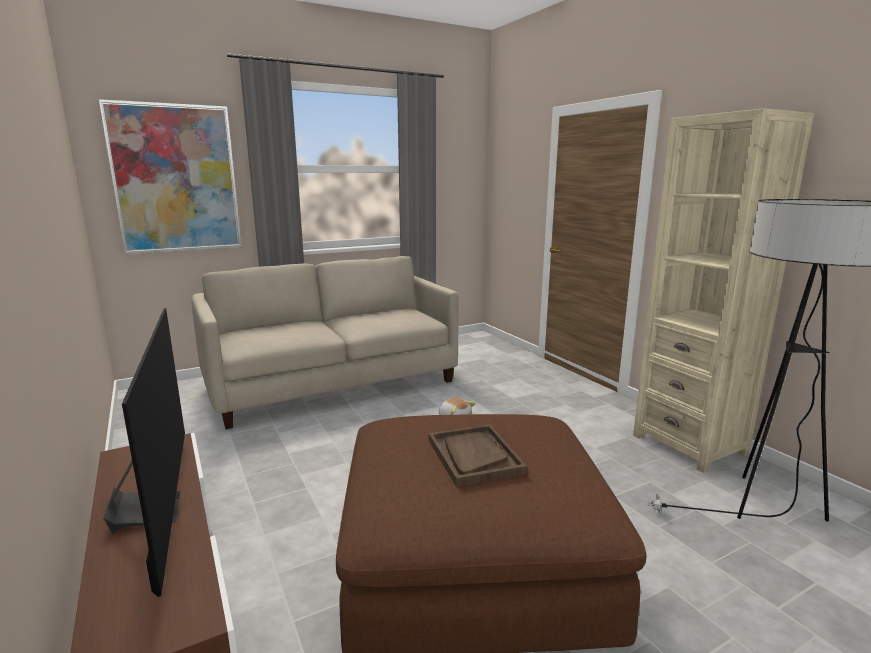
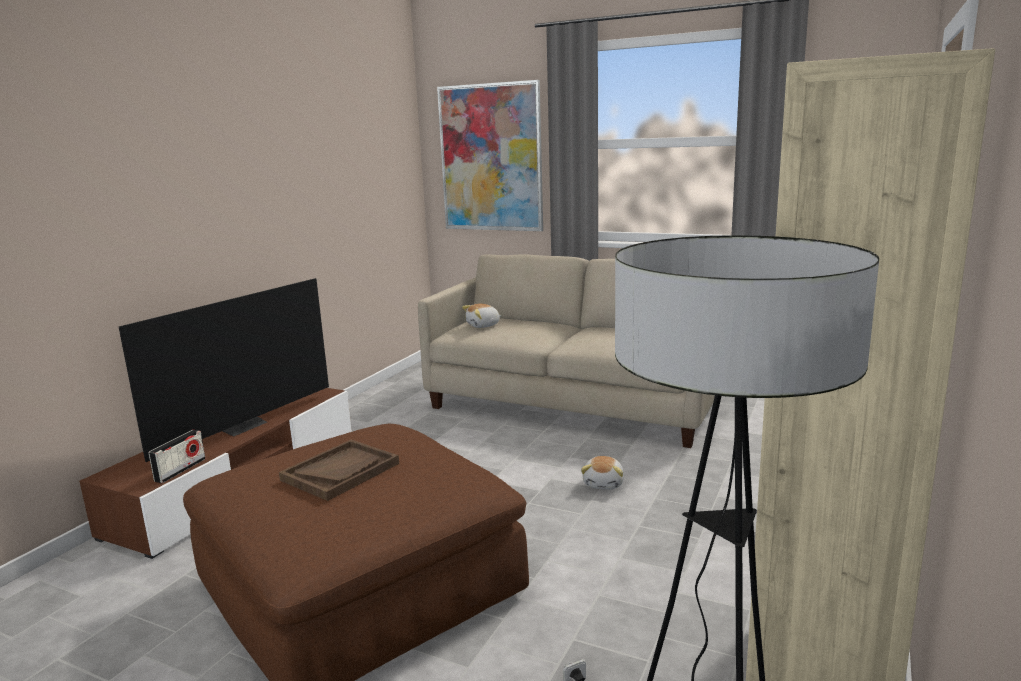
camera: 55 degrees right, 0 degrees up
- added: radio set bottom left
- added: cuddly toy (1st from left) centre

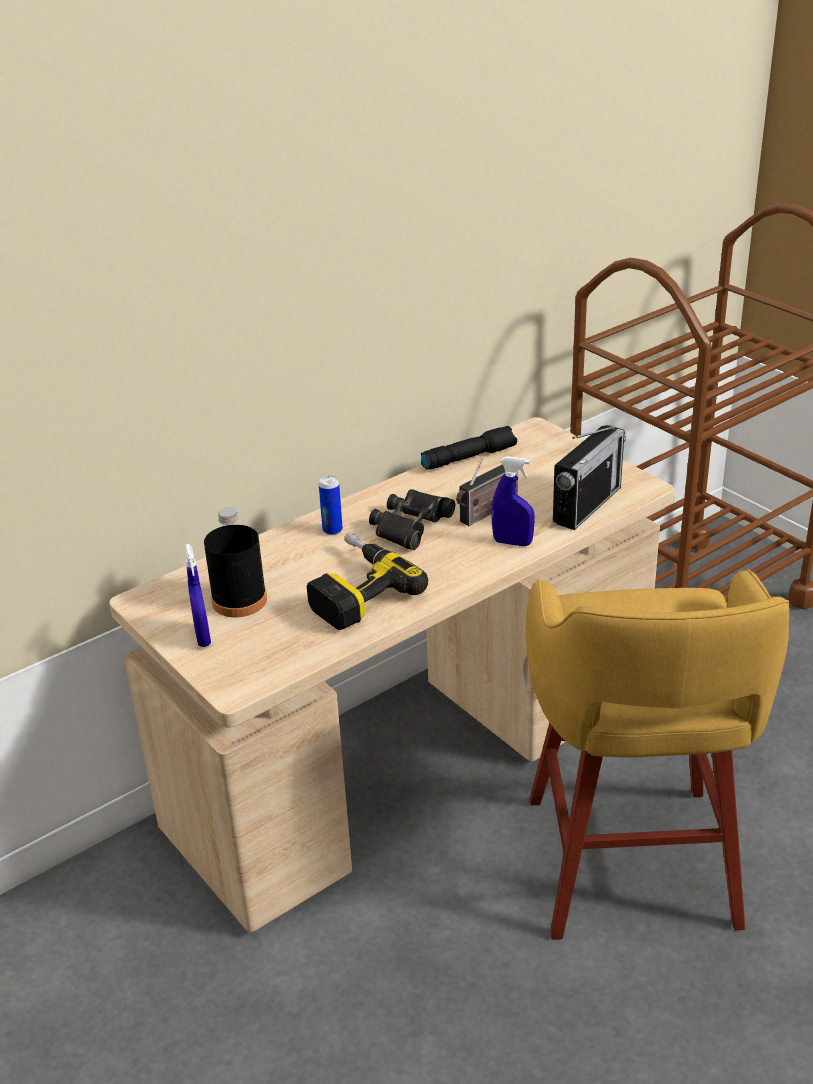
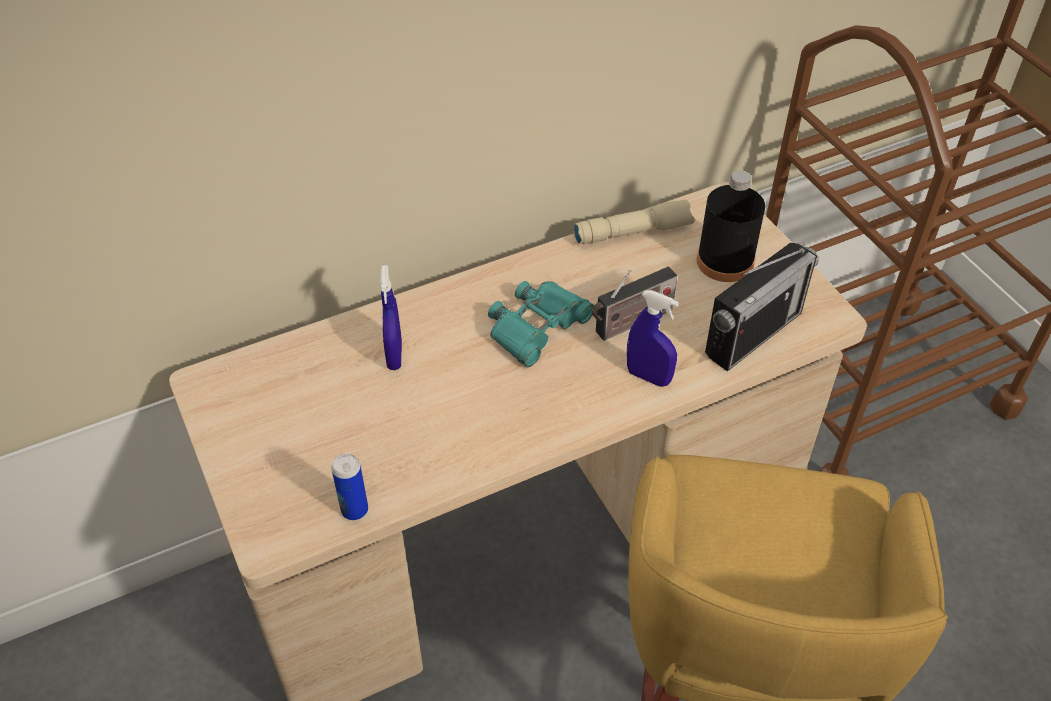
camera: 10 degrees right, 15 degrees up
- removed: electric drill centre
- moved: hand sprayer (blue) (1st from left) middle left to centre
- moved: beverage bottle (blackish) middle left to top right
- moved: sealed can centre to bottom left
- recoloured: binoculars (blackish) centre to binoculars (turquoise) centre
- recoloured: flashlight (blackish) centre to flashlight (sand-coloured) top centre

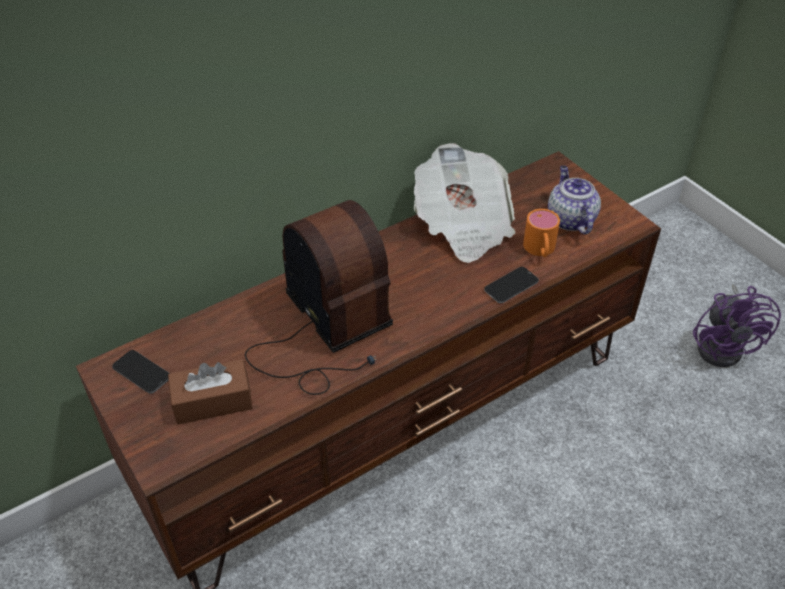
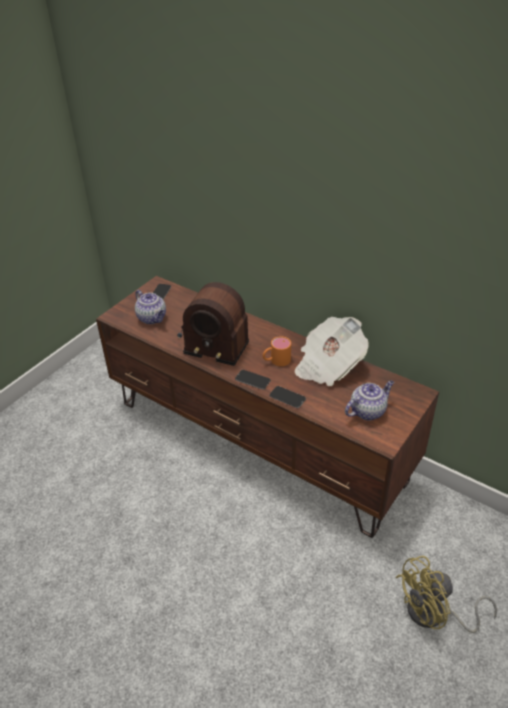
camera: 70 degrees right, 5 degrees down
- added: phone (2nd from left) centre
- moved: mug (orange) middle right to centre
- replaced: box of tissues (brownish) middle left to tea pot (1st from left) middle left
- recoloured: cooling fan (purplish) middle right to cooling fan (yellow) bottom right
- turned: radio set centre = centre 75 degrees clockwise

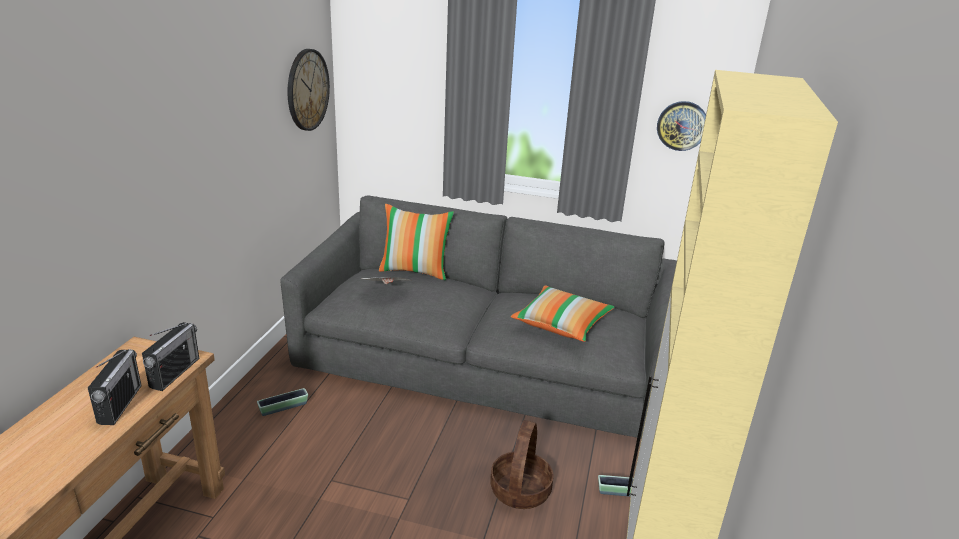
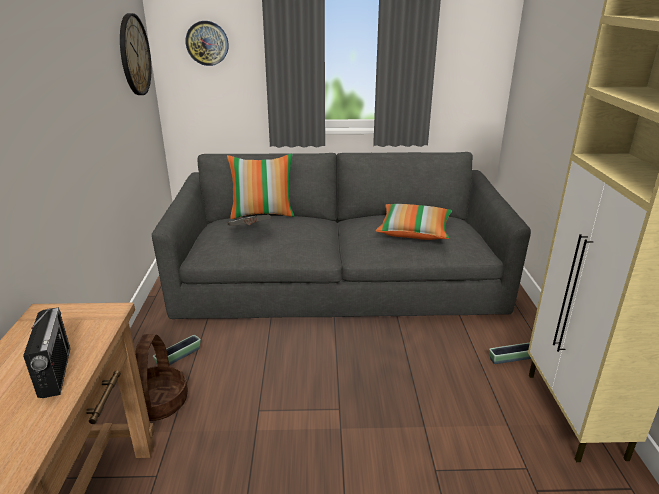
camera: 15 degrees left, 0 degrees up
- removed: radio set (2nd from left) middle left
- moved: storage basket bottom centre to bottom left
- moved: clock on the wall (2nd from left) top right to top left

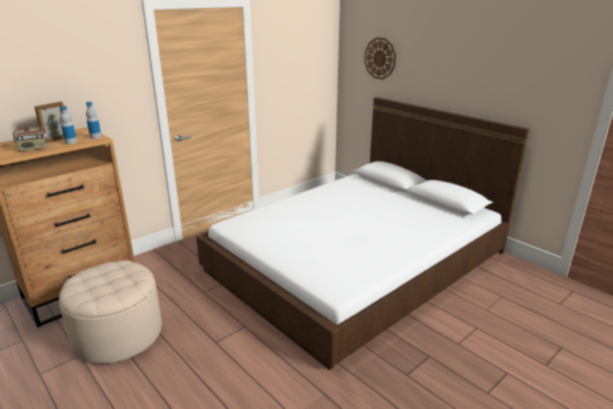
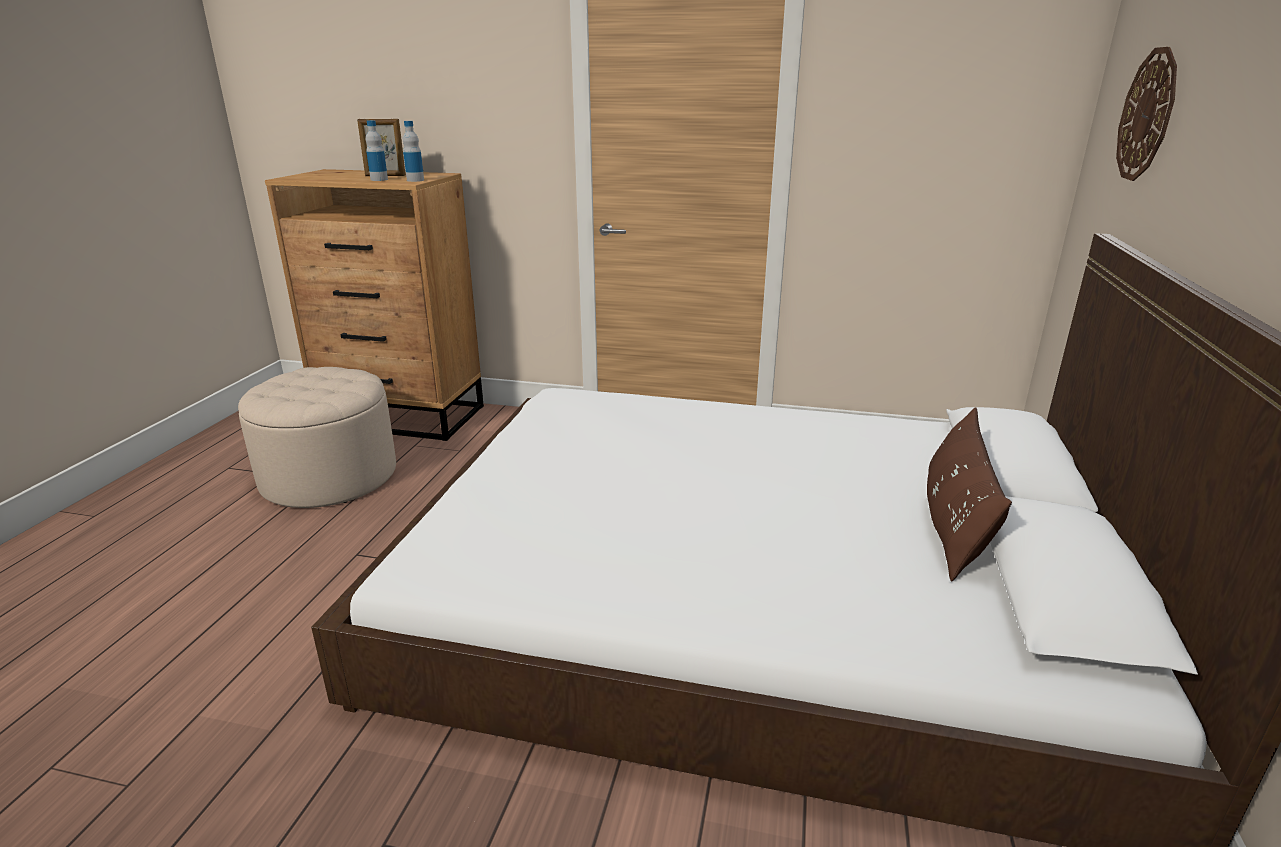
camera: 55 degrees right, 0 degrees up
- removed: radio set top left
- added: throw pillow (brownish) middle right

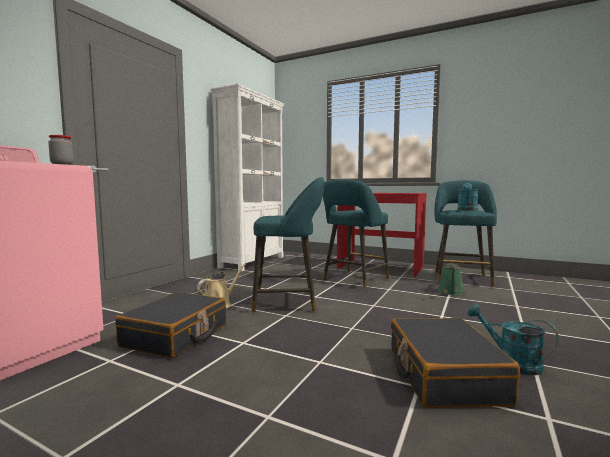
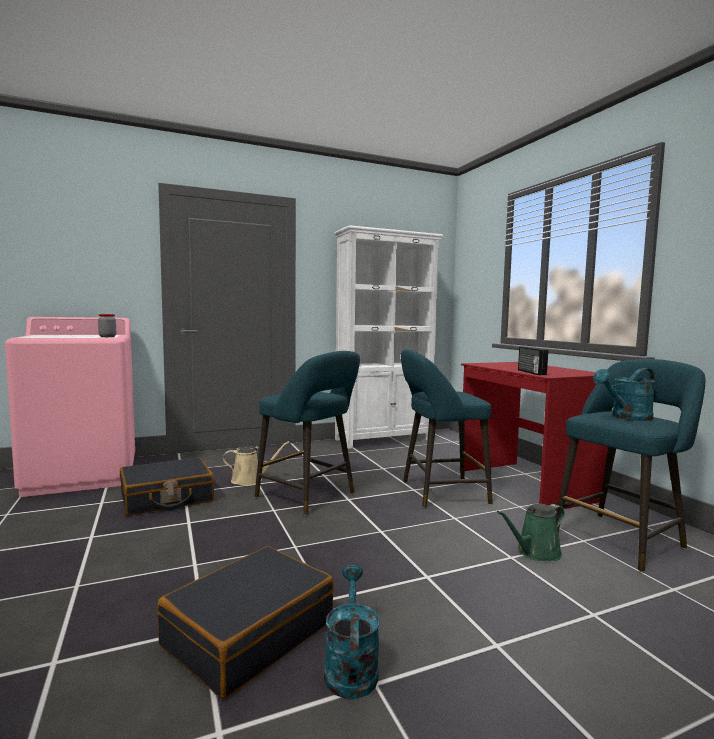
camera: 40 degrees right, 0 degrees up
- added: radio set middle right

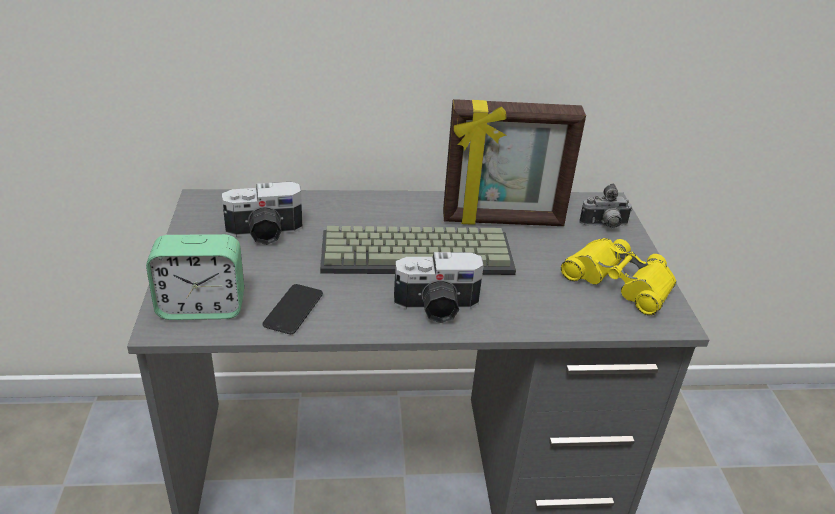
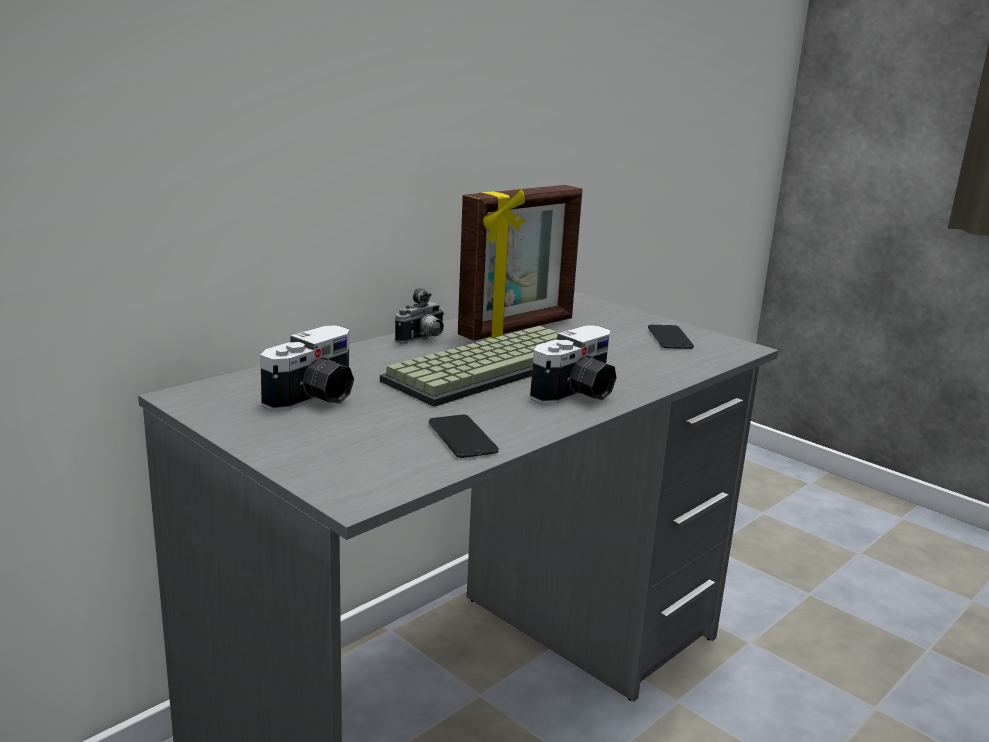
camera: 40 degrees left, 15 degrees down
- removed: table clock middle left
- moved: photo camera (3rd from left in the first image) middle right to photo camera (2nd from left) centre
- replaced: binoculars (yellow) middle right to phone (2nd from left) middle right

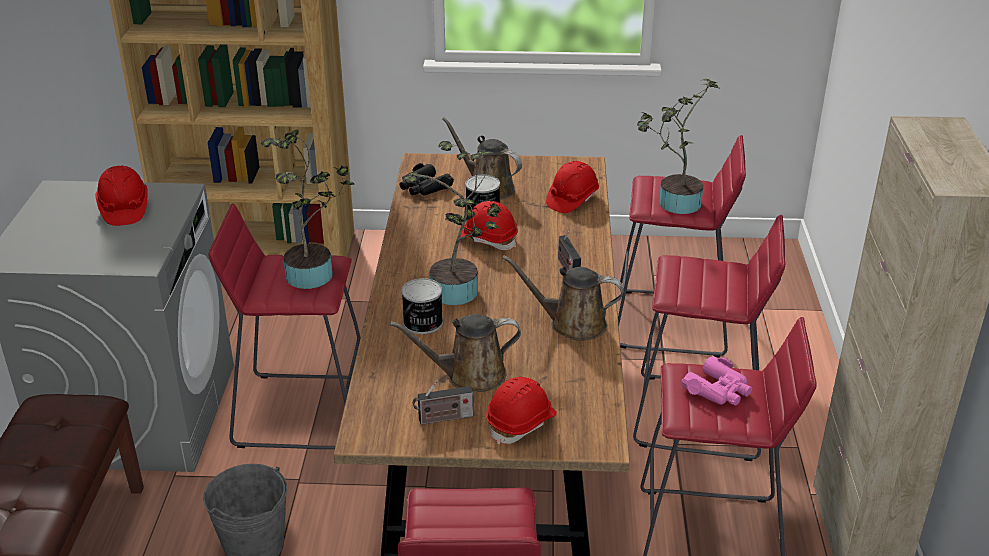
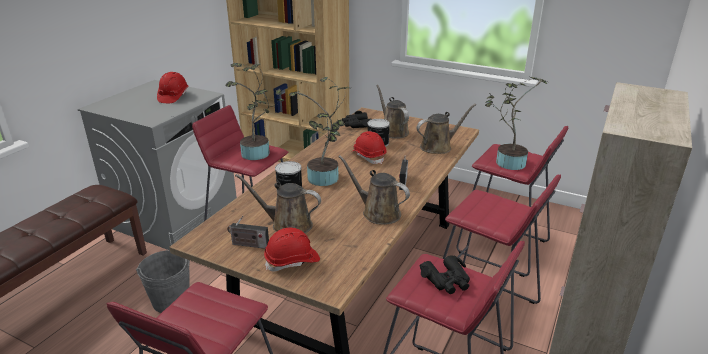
camera: 25 degrees right, 5 degrees down
- replaced: safety helmet (red-coloured) (4th from left) centre to sprinkling can (brownish) (4th from left) centre
- recoloured: binoculars (pinkish) bottom right to binoculars (blackish) (2nd from left) bottom centre

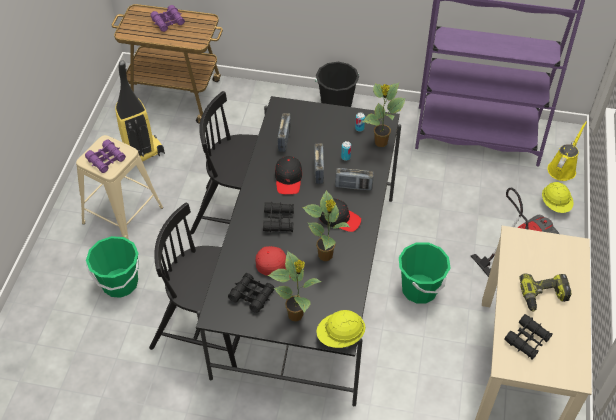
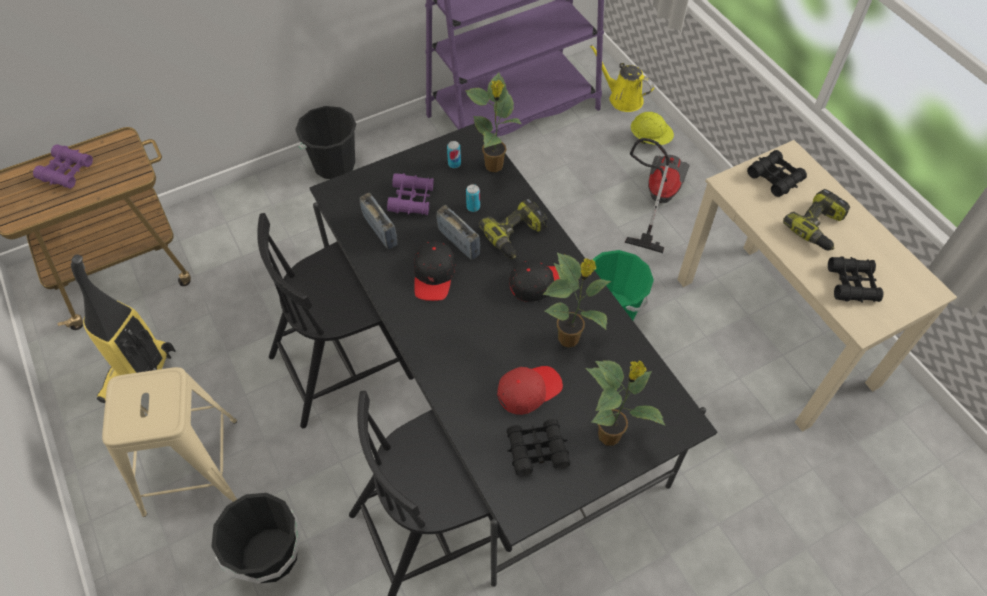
camera: 40 degrees left, 5 degrees up
- removed: safety helmet (yellow) (1st from left) bottom centre
- moved: binoculars (purplish) (1st from left in the first image) middle left to binoculars (purplish) (2nd from left) top centre
- moved: binoculars (blackish) (2nd from left) centre to top right
- replaced: radio set (3rd from left) centre to electric drill (1st from left) centre
- recoloured: water bucket (green-coloured) (1st from left) middle left to water bucket (blackish) (1st from left) bottom left
- turned: peaked cap (blackish) (1st from left) centre = centre 45 degrees clockwise
- turned: sprinkling can (yellow) middle right = top centre 45 degrees counterclockwise

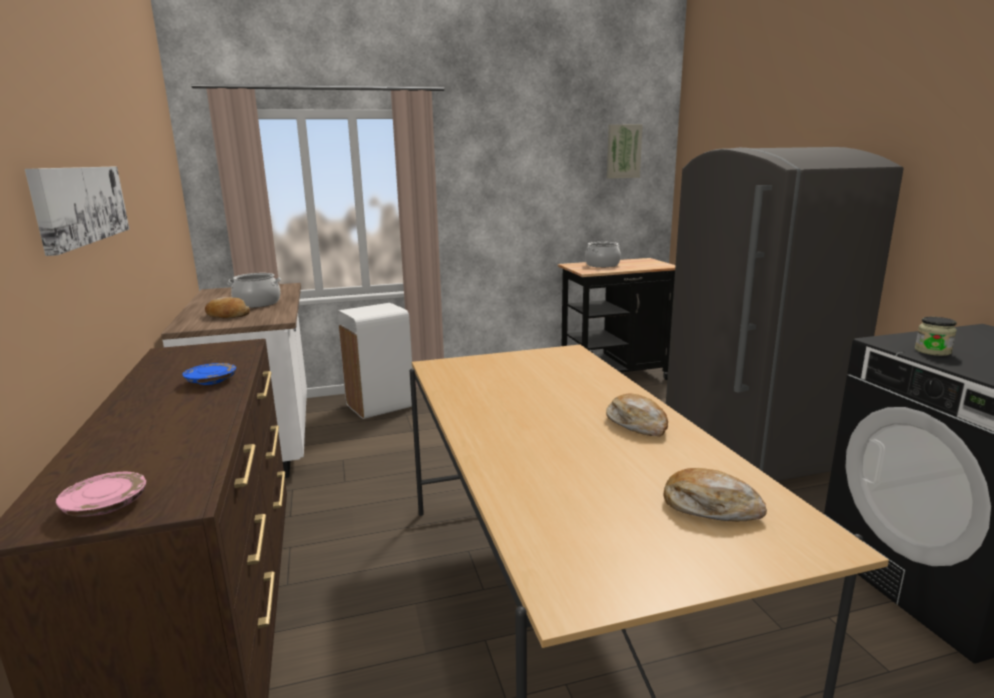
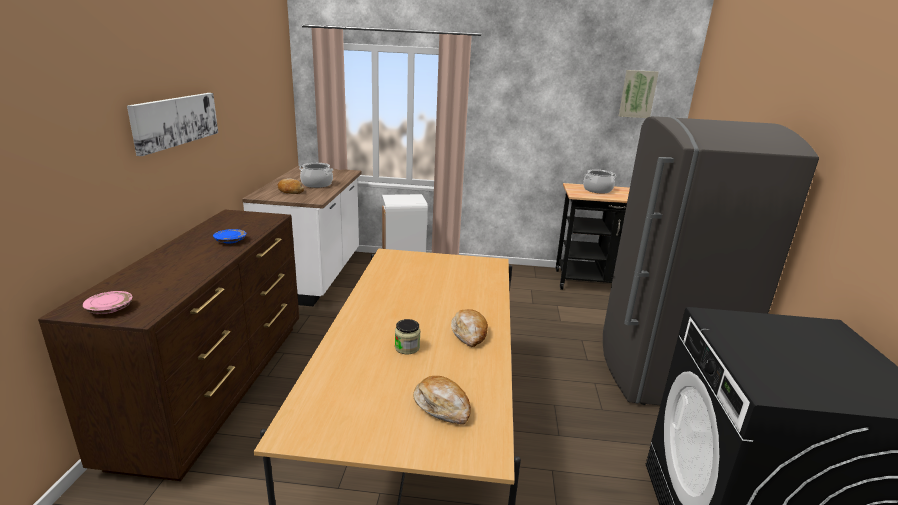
camera: 20 degrees right, 5 degrees up
- moved: preserve jar middle right to centre

